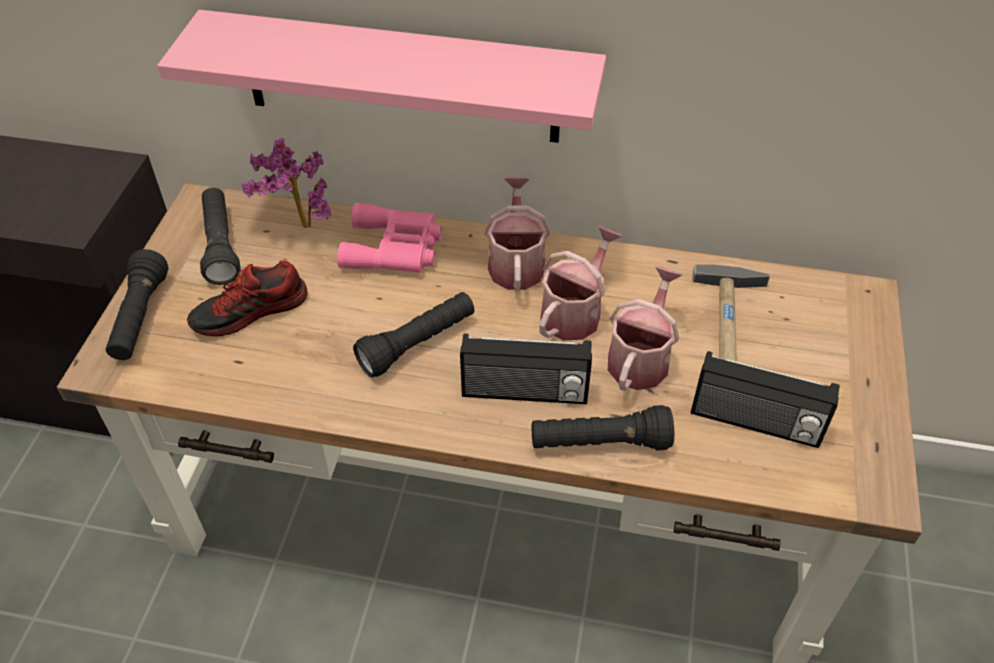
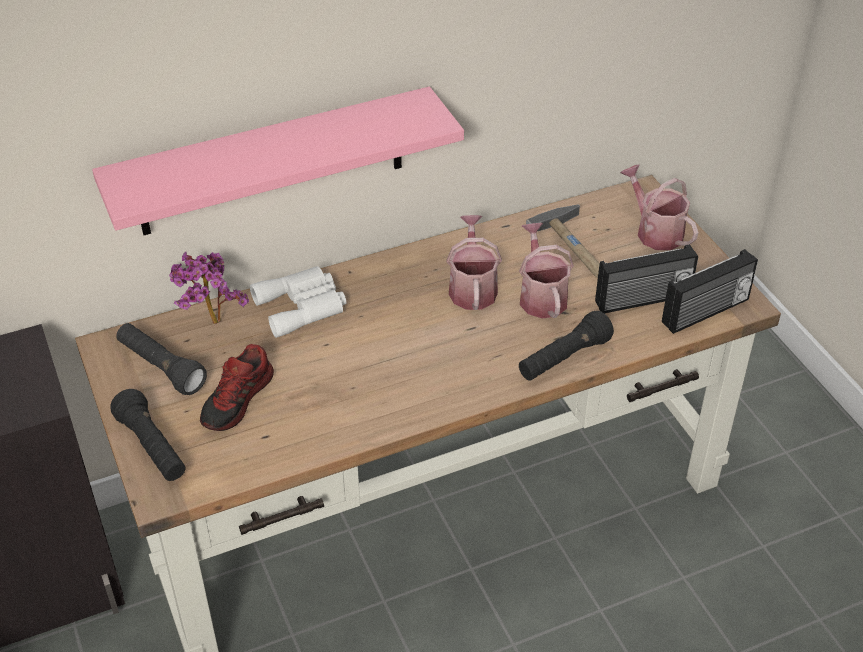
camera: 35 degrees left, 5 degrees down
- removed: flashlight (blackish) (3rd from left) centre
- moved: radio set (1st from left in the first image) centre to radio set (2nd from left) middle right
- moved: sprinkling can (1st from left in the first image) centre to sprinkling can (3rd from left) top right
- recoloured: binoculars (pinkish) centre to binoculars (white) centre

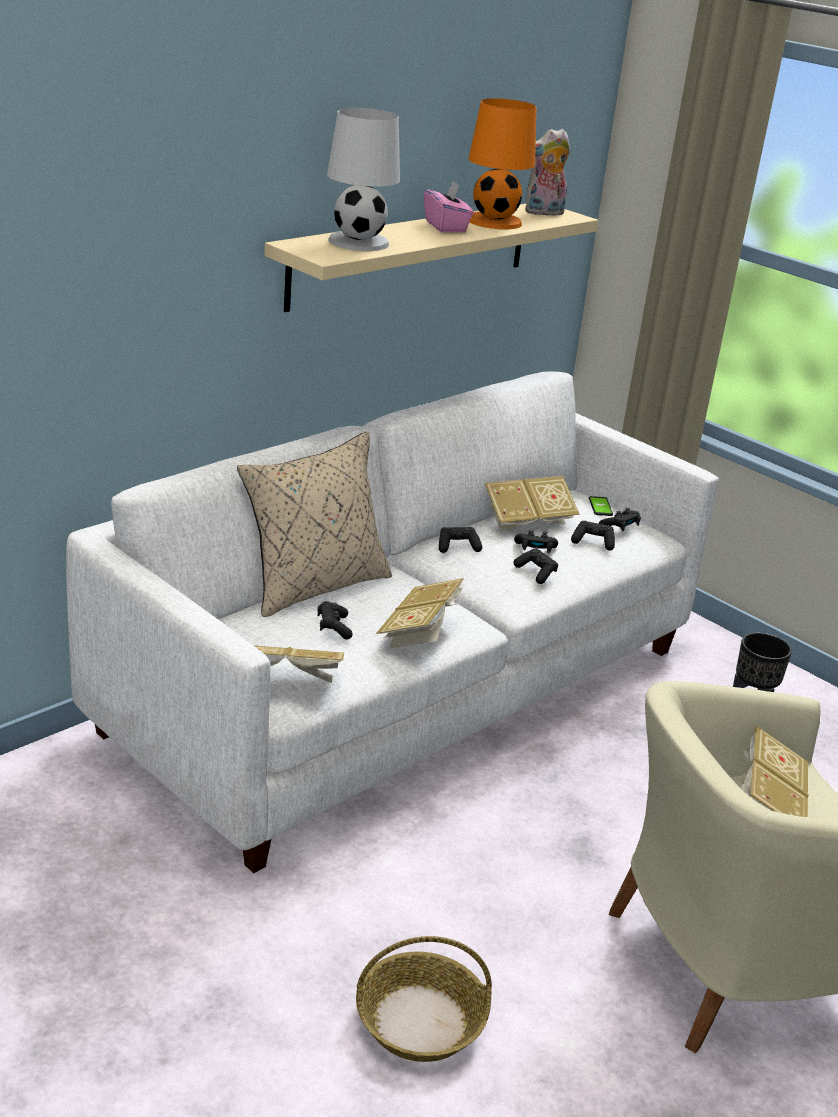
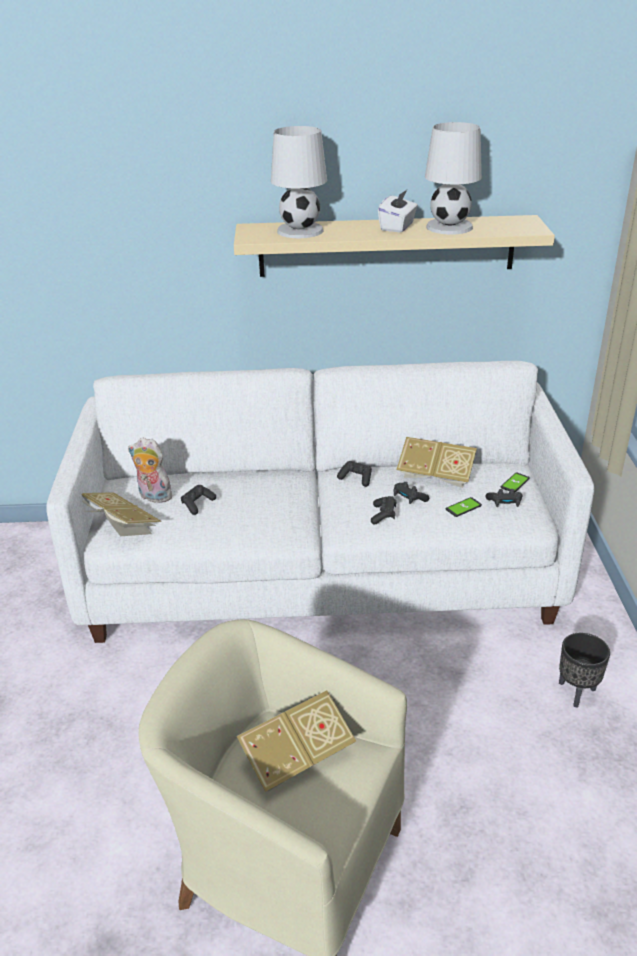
camera: 45 degrees right, 5 degrees up
- removed: throw pillow (sand-coloured) centre
- removed: storage basket bottom centre
- removed: bound book (2nd from left) centre
- moved: cuddly toy top centre to middle left
- replaced: game controller (blackish) (5th from left) middle right to phone (1st from left) middle right
- recoloured: box of tissues (pinkish) top centre to box of tissues (white) top centre
- recoloured: table lamp (orange) top centre to table lamp (white) (2nd from left) top right

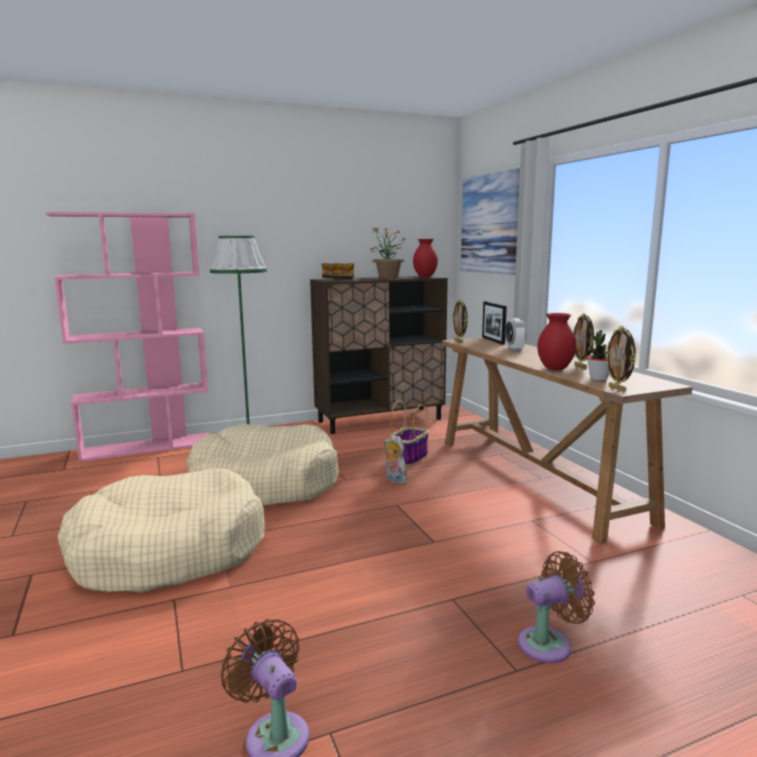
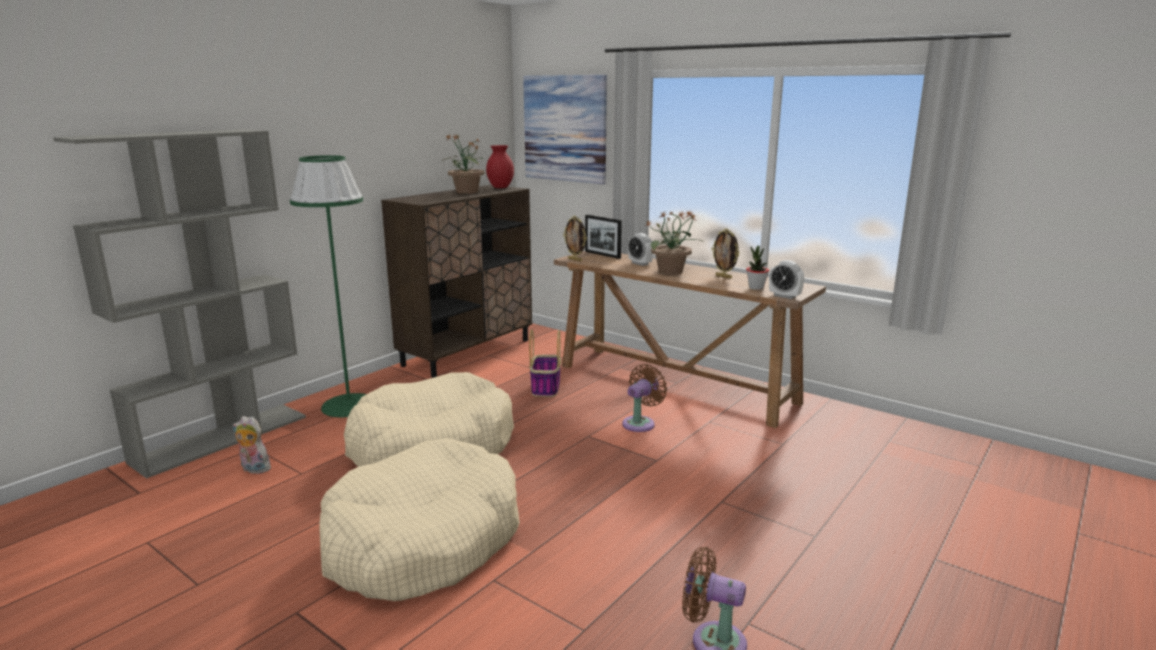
camera: 30 degrees left, 5 degrees up
- removed: bound book centre
- removed: vase (red-coloured) (2nd from left) middle right
- added: houseplant (2nd from left) centre
- moved: cuddly toy centre to bottom left
- moved: cooling fan (brownish) (2nd from left in the first image) bottom right to cooling fan (brownish) (1st from left) centre
- replaced: standing frame (4th from left) middle right to table clock (2nd from left) middle right
- recoloured: shelving unit (pinkish) middle left to shelving unit (gray) middle left

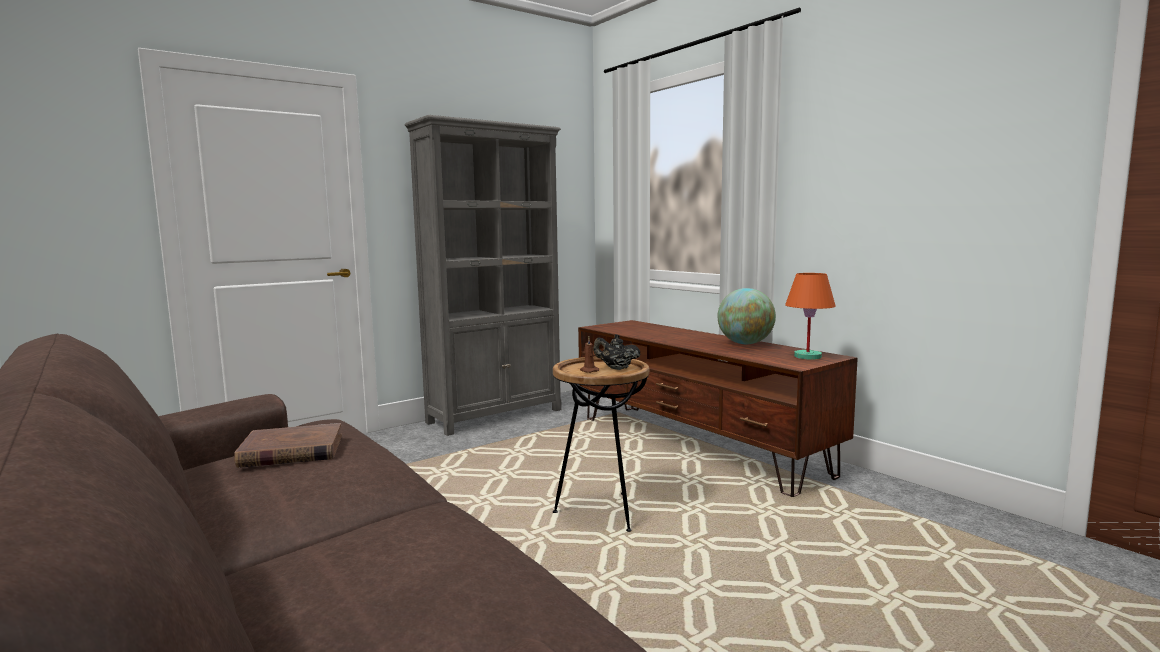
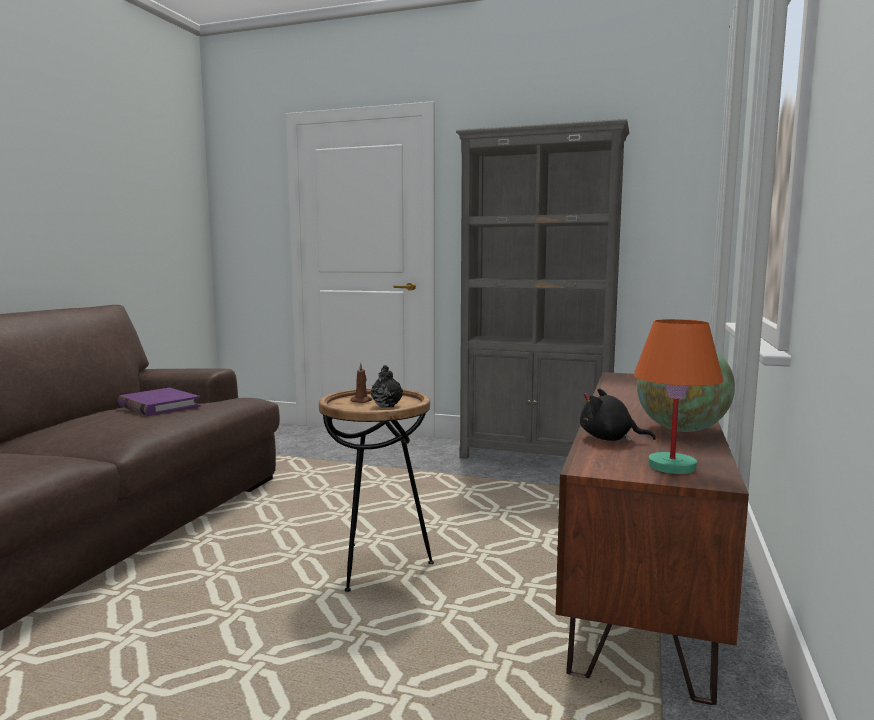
camera: 55 degrees right, 0 degrees up
- added: cuddly toy (blackish) middle right
- recoloured: bound book (brownish) bottom left to bound book (purplish) middle left

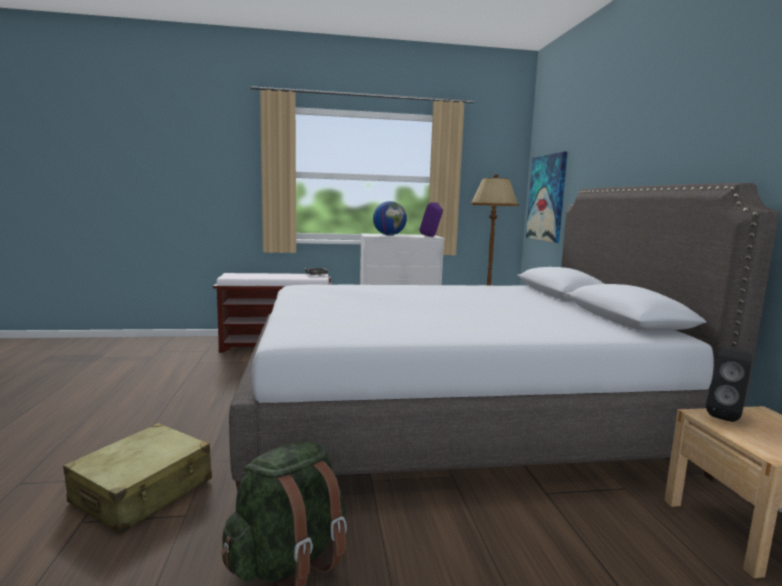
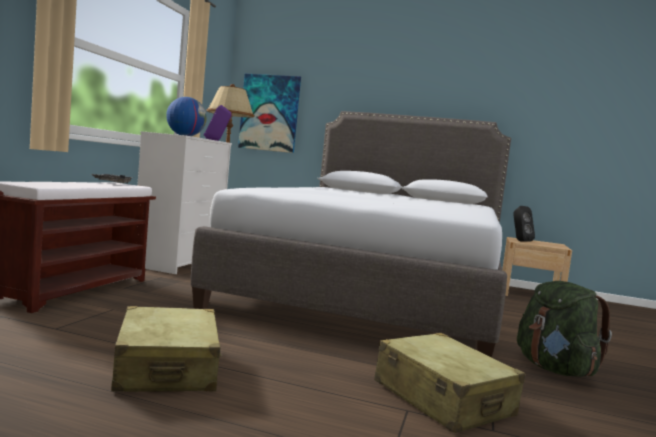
camera: 65 degrees left, 5 degrees down
- added: piece of luggage (sand-coloured) (1st from left) bottom left

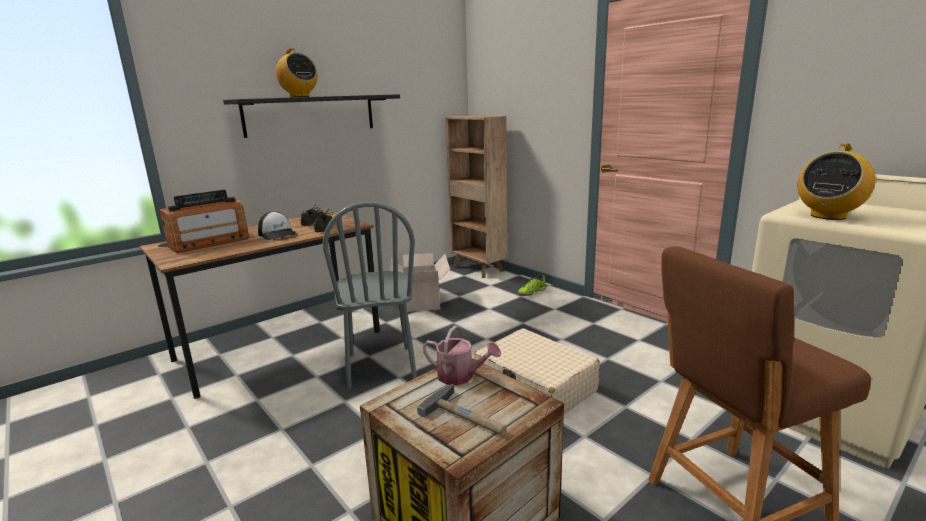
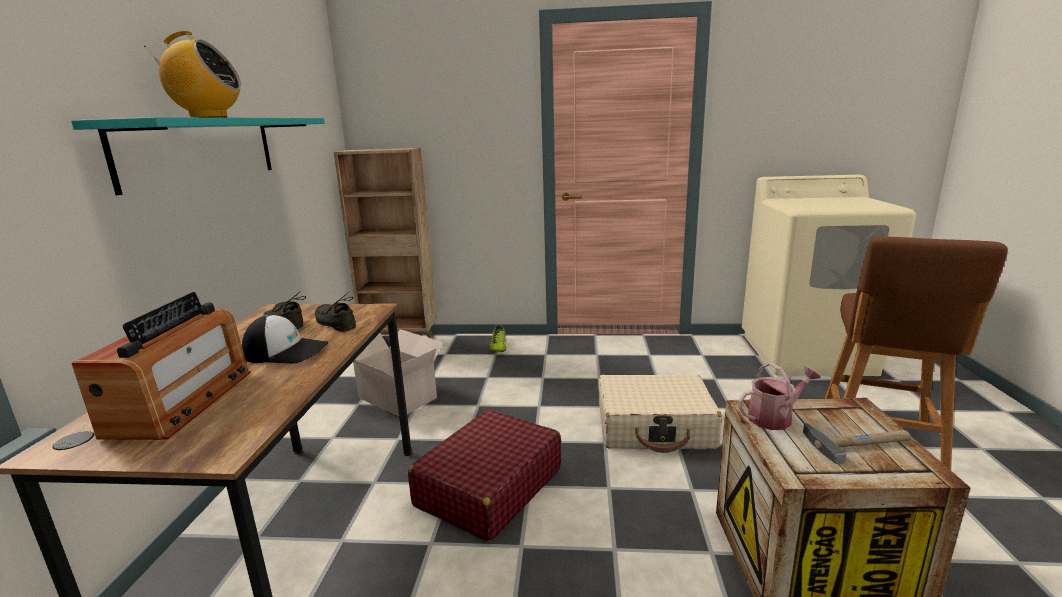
camera: 45 degrees left, 0 degrees up
- removed: radio set (3rd from left) middle right
- replaced: chair (gray) centre to piece of luggage (red-coloured) bottom centre
- recoloured: bracket shelf (blackish) top centre to bracket shelf (turquoise) top left

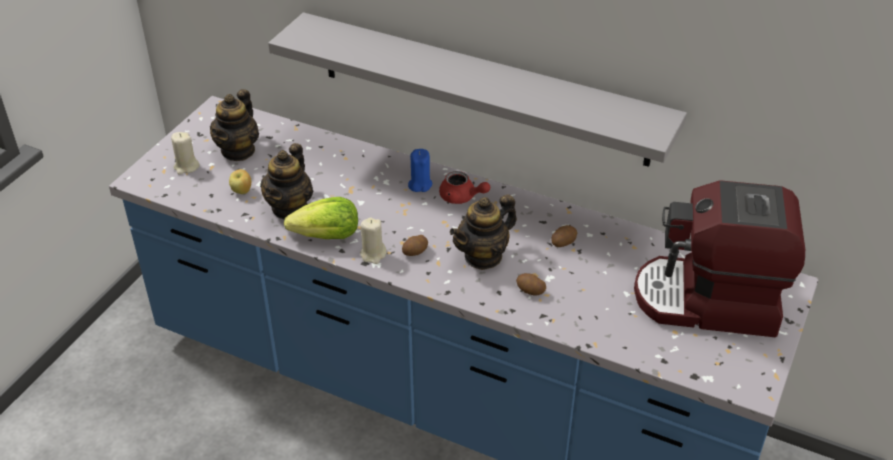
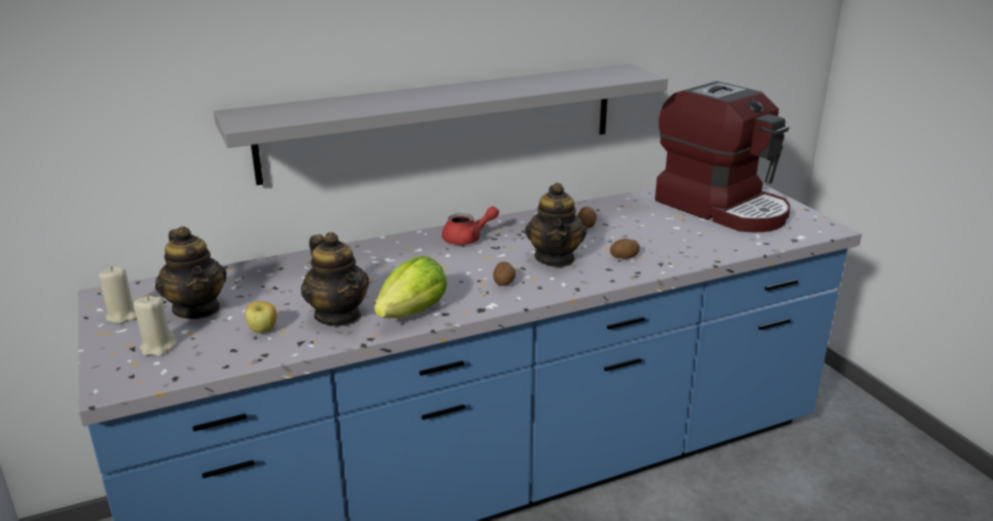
camera: 50 degrees left, 15 degrees down
- removed: wax candle (blue) centre
- moved: wax candle (sand-coloured) (2nd from left in the first image) centre to wax candle (sand-coloured) (1st from left) middle left
- turned: coffee machine middle right = top right 90 degrees counterclockwise

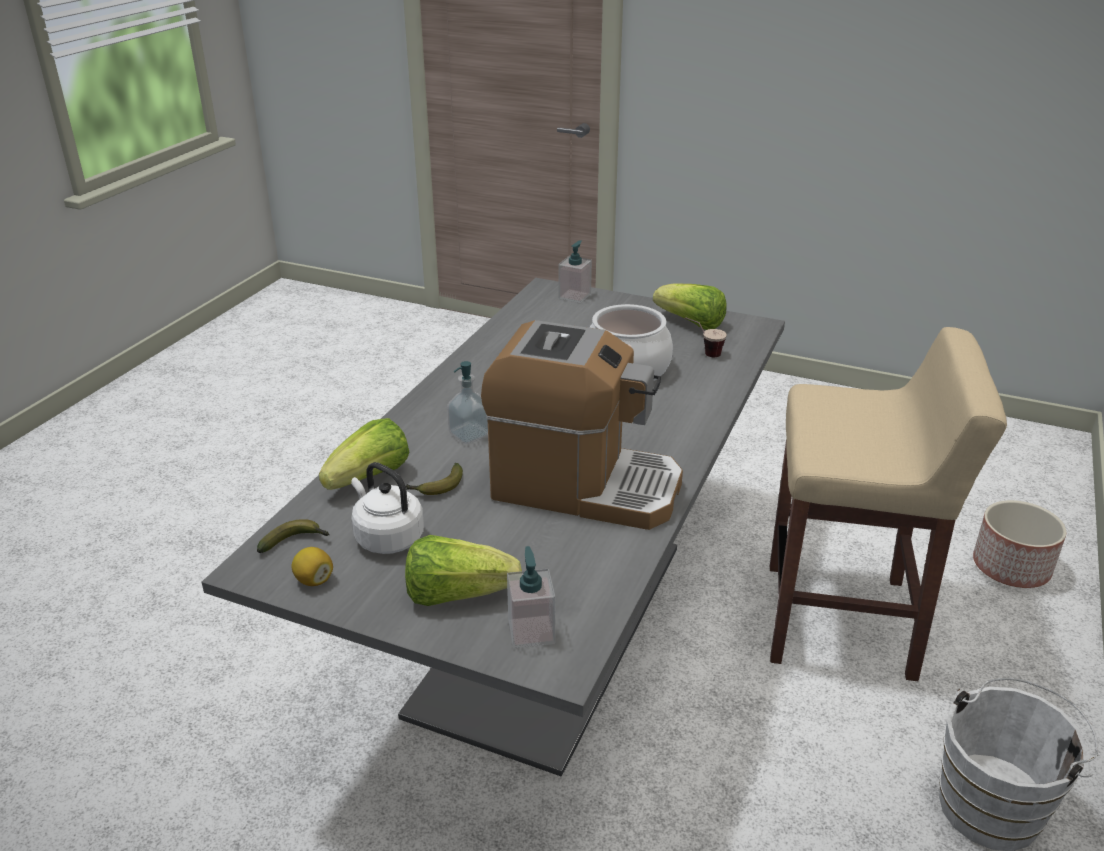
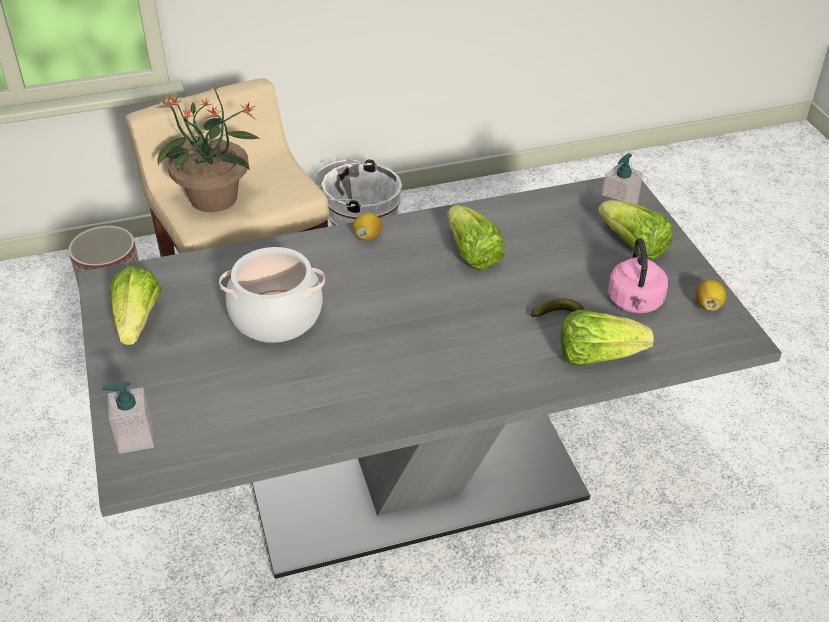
camera: 130 degrees left, 10 degrees up
- removed: whole banana (1st from left) middle left
- removed: liquid soap bottle (1st from left) centre
- removed: small cup centre
- added: houseplant top left
- added: lemon (1st from left) centre
- replaced: coffee machine centre to lettuce (2nd from left) centre
- recoloured: tea kettle (white) centre to tea kettle (pinkish) middle right

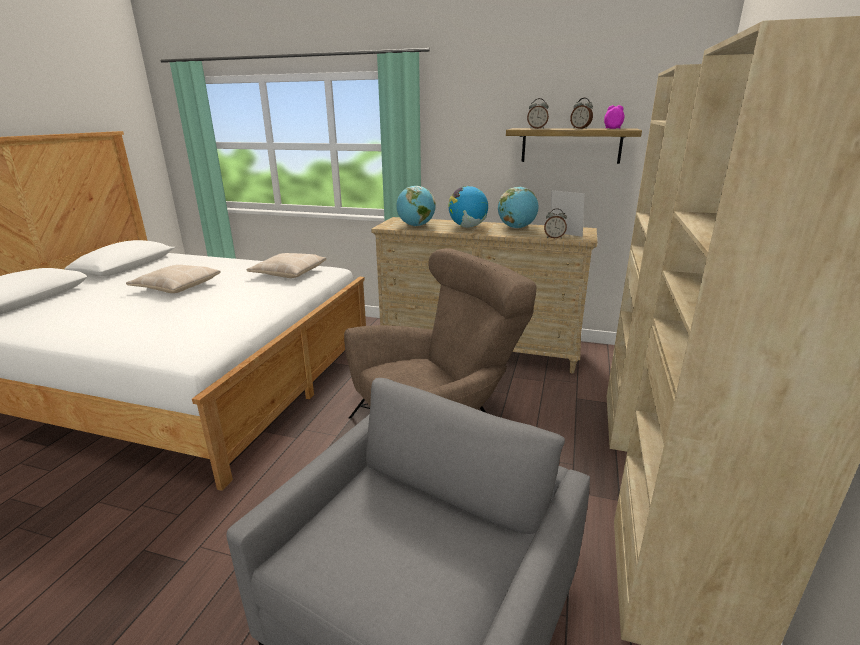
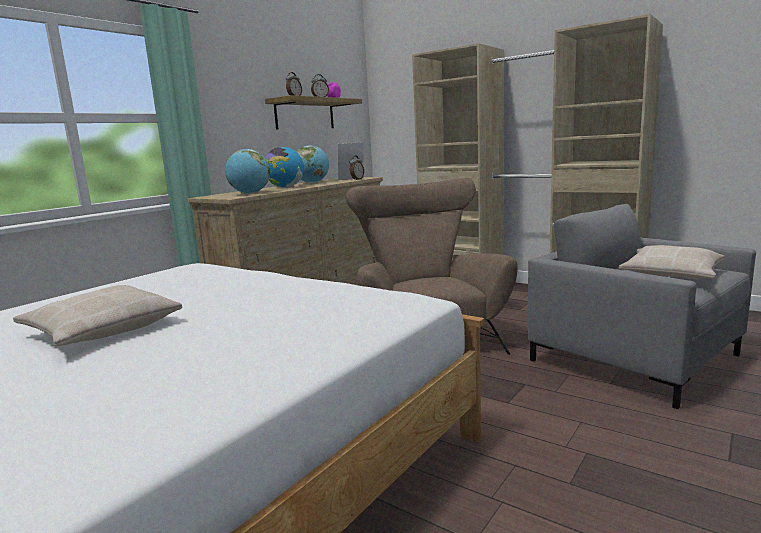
camera: 70 degrees left, 10 degrees down
- moved: throw pillow (sand-coloured) (2nd from left) middle left to middle right

